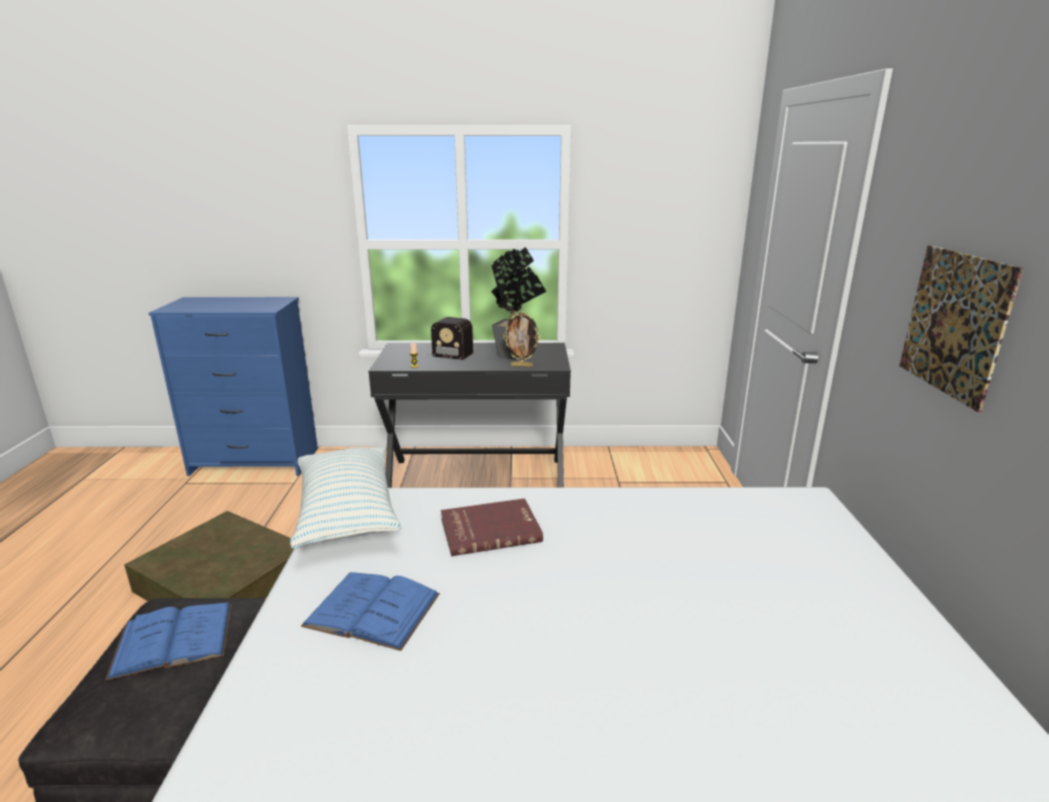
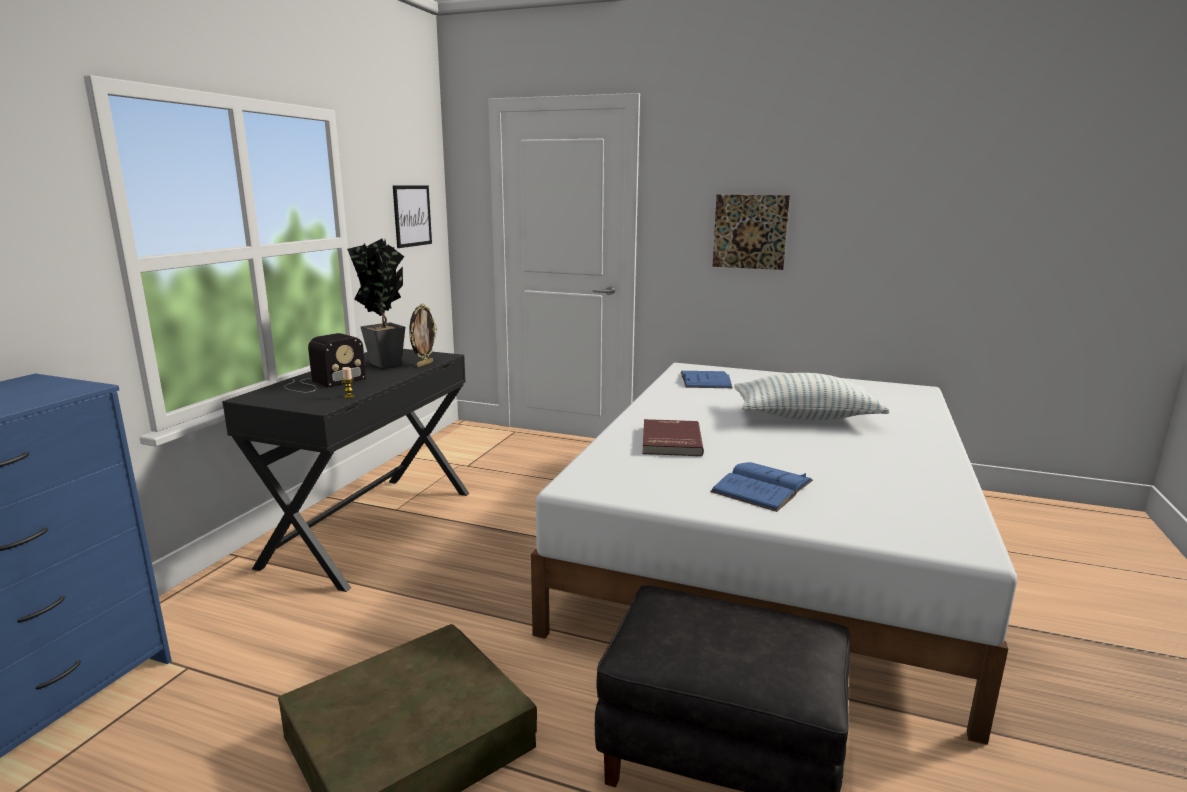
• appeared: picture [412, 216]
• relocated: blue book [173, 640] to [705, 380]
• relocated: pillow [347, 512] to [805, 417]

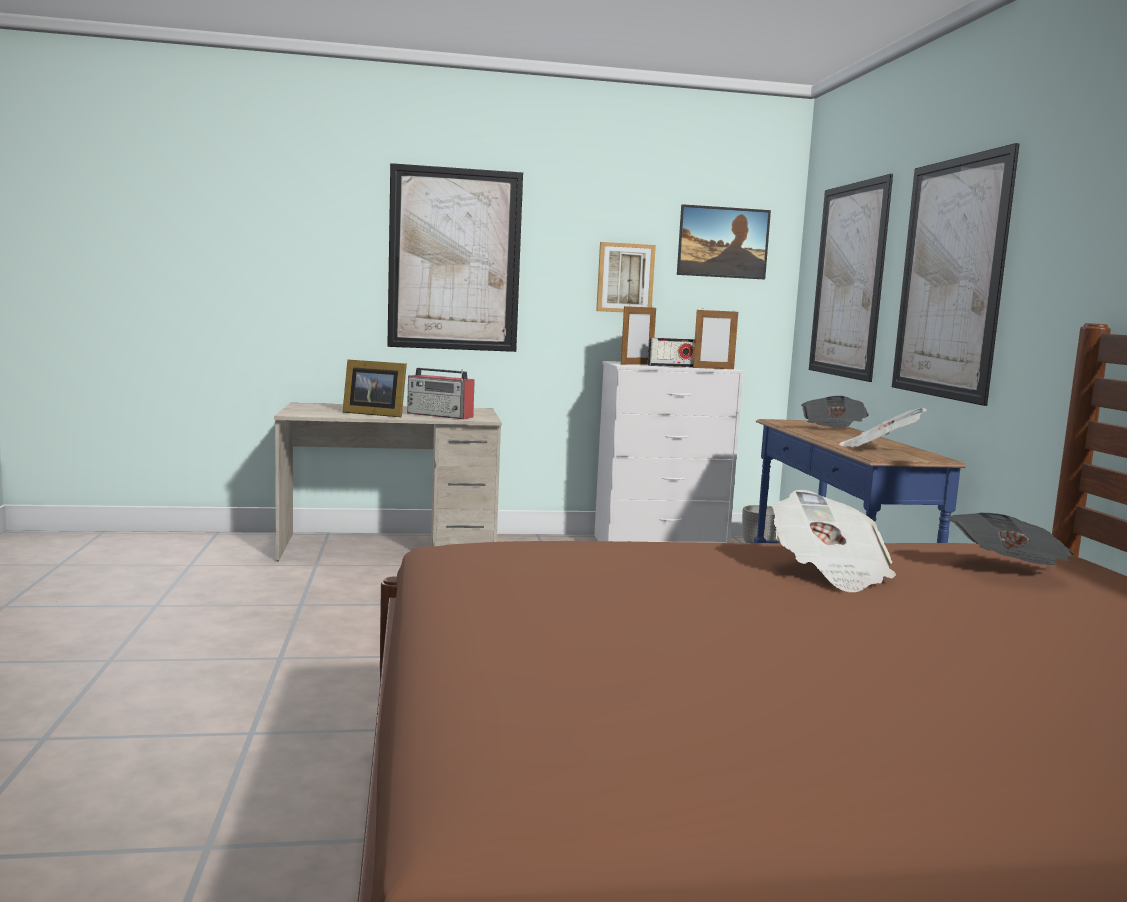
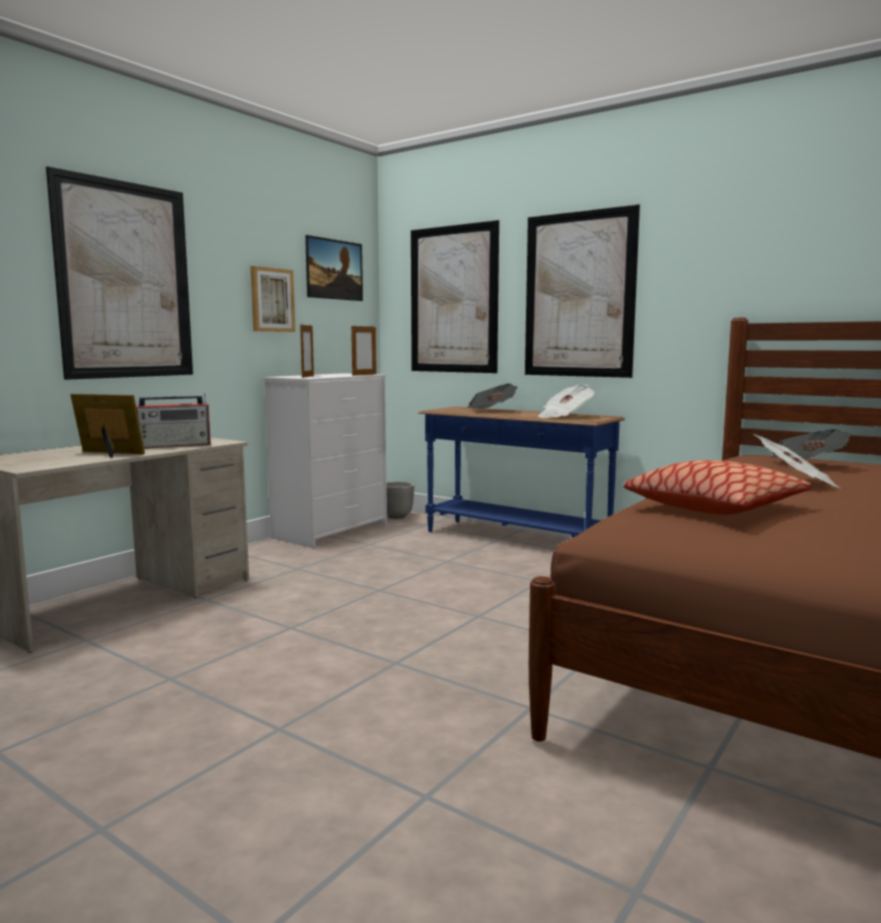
• missing: radio [671, 366]
• appeared: pillow [714, 507]
• spun: picture frame [373, 414] = [109, 454] 135 degrees counterclockwise

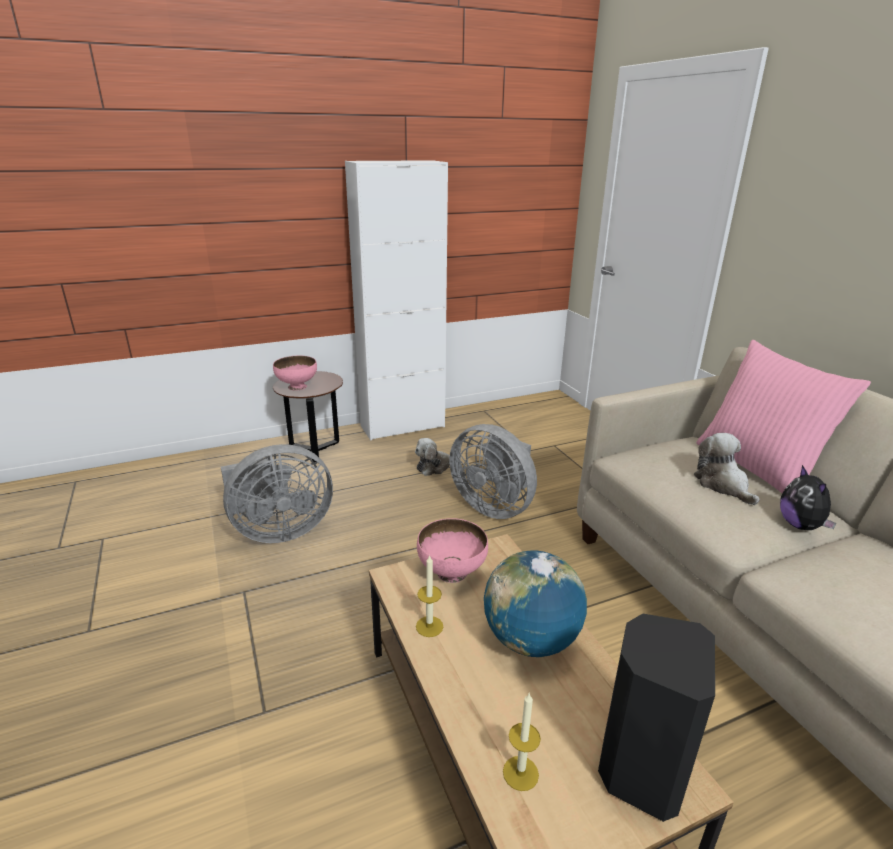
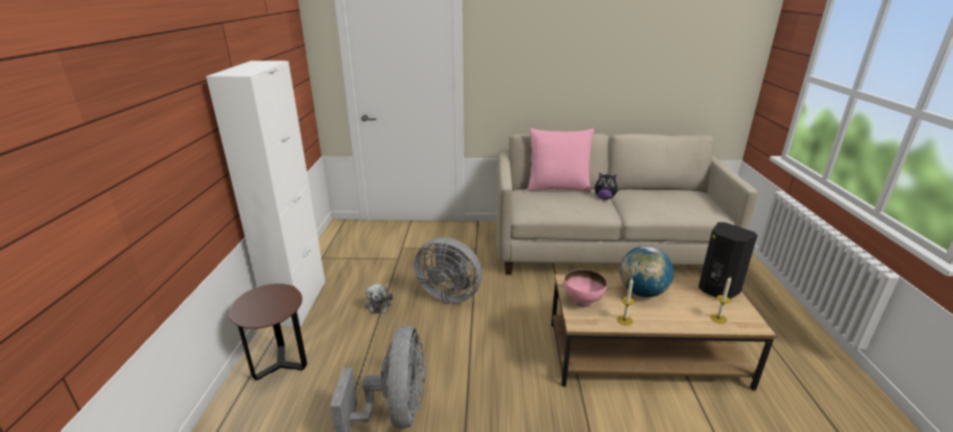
• missing: pink bowl [297, 386]
• missing: plush toy [723, 485]
• spun: grey fan [494, 506] = [449, 294] 45 degrees clockwise

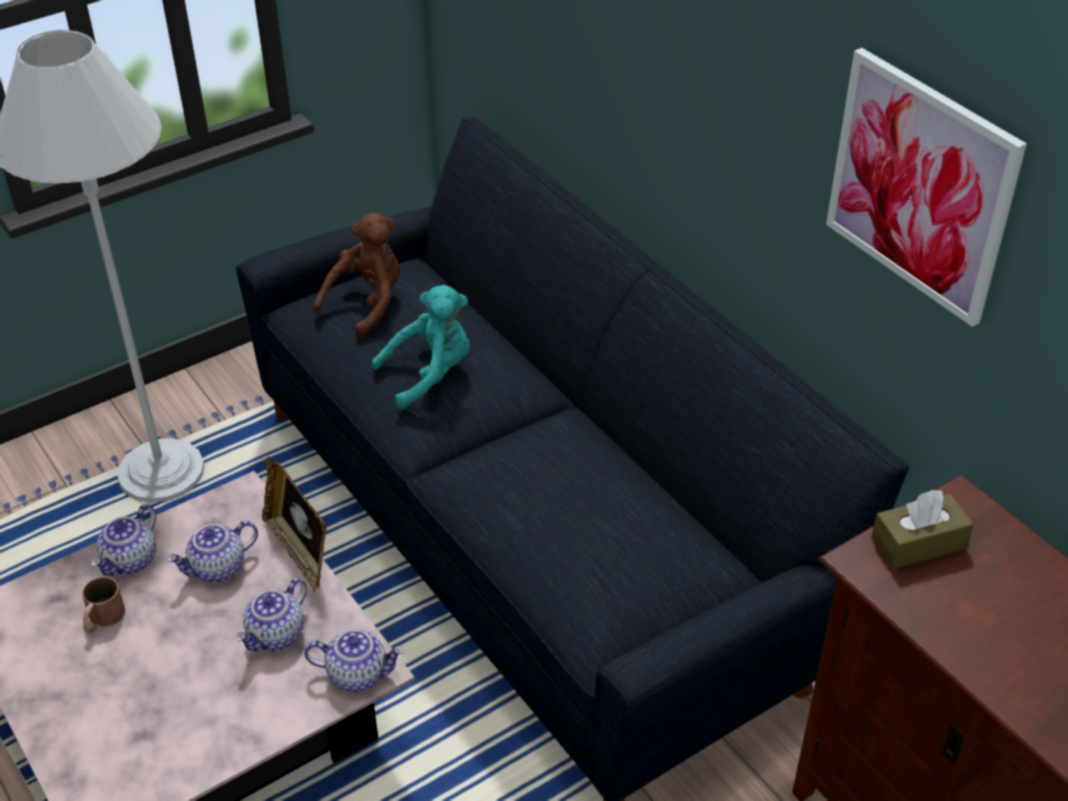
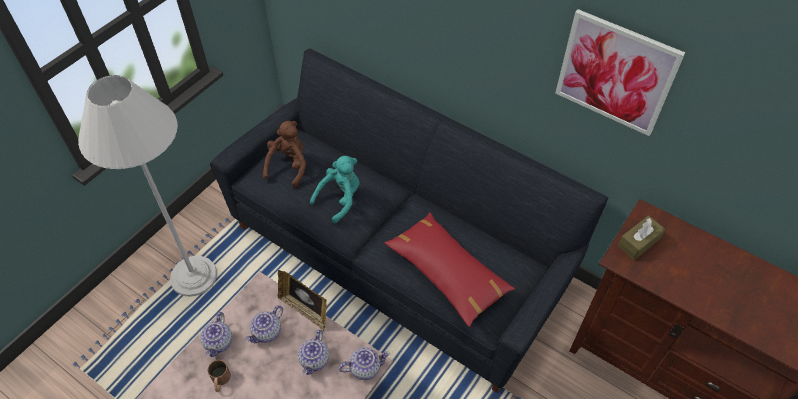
• appeared: red pillow [447, 273]

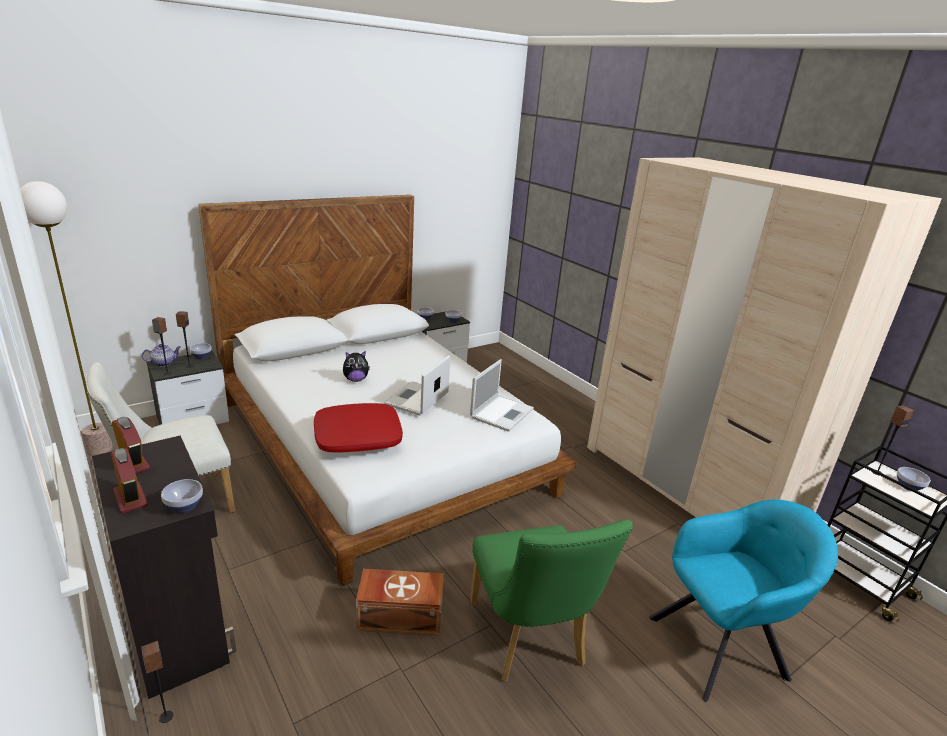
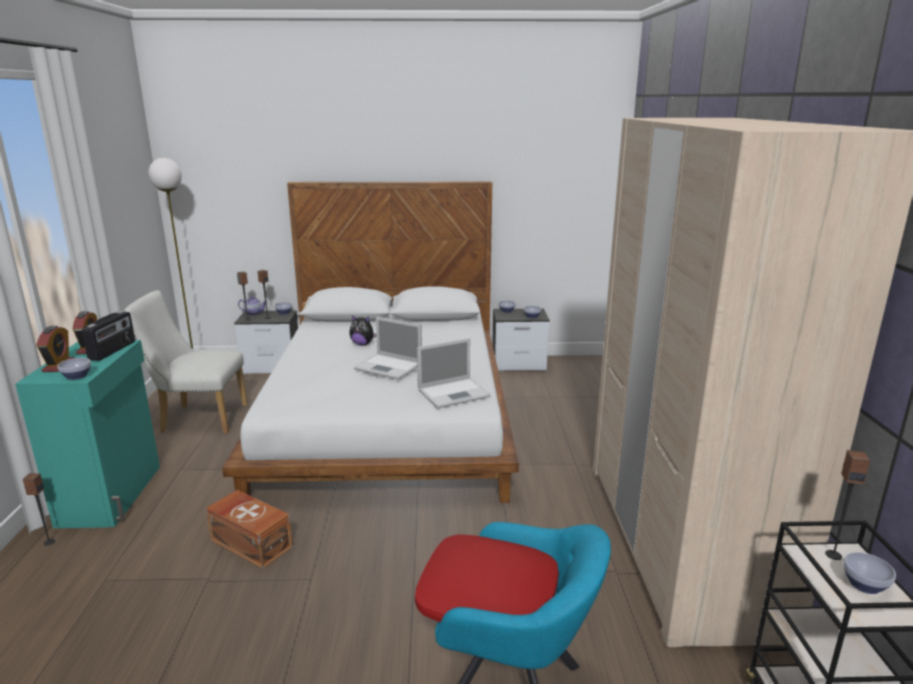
• missing: green chair [529, 640]
• appeared: radio [113, 351]
• relocated: red pillow [358, 437] to [488, 597]
• colour: black cabinet [178, 628] to turquoise cabinet [113, 494]
• spun: laptop [416, 399] = [389, 367] 120 degrees counterclockwise

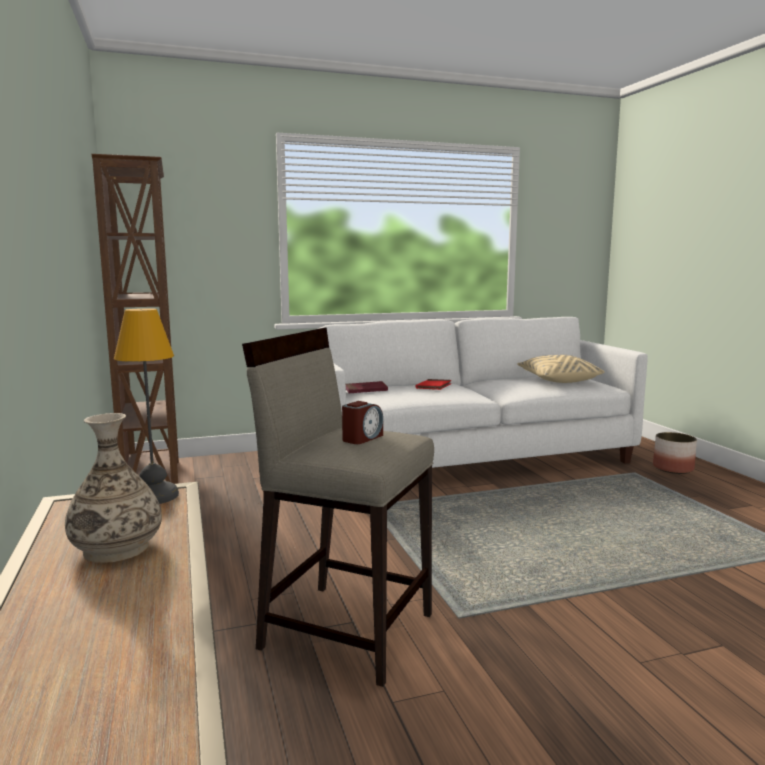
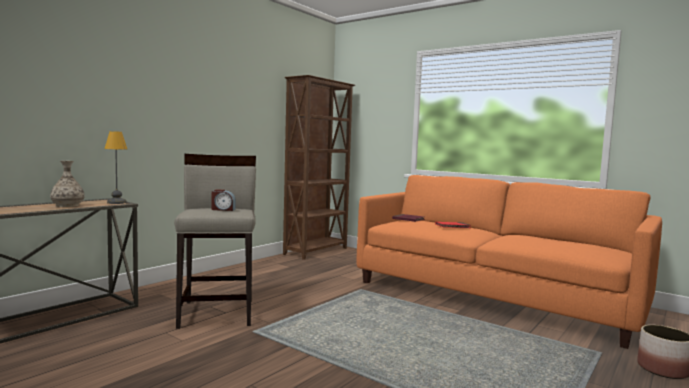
• missing: beige pillow [558, 380]
• colour: white sofa [468, 458] to orange sofa [492, 296]

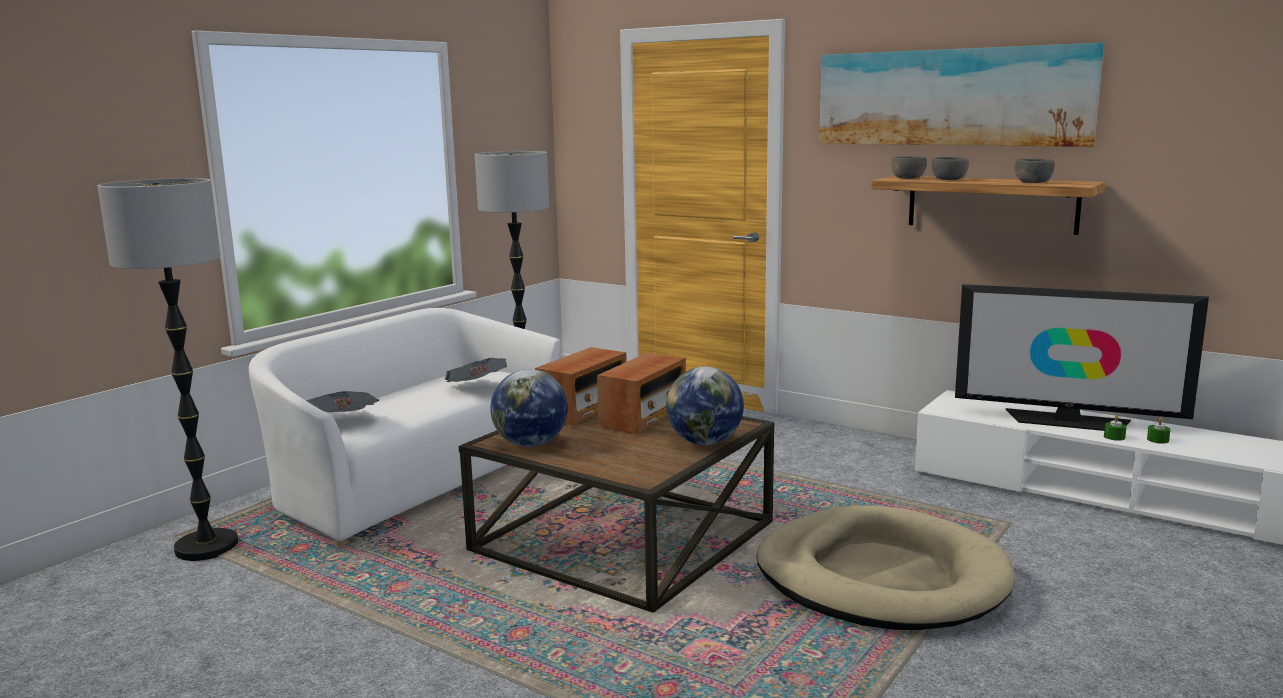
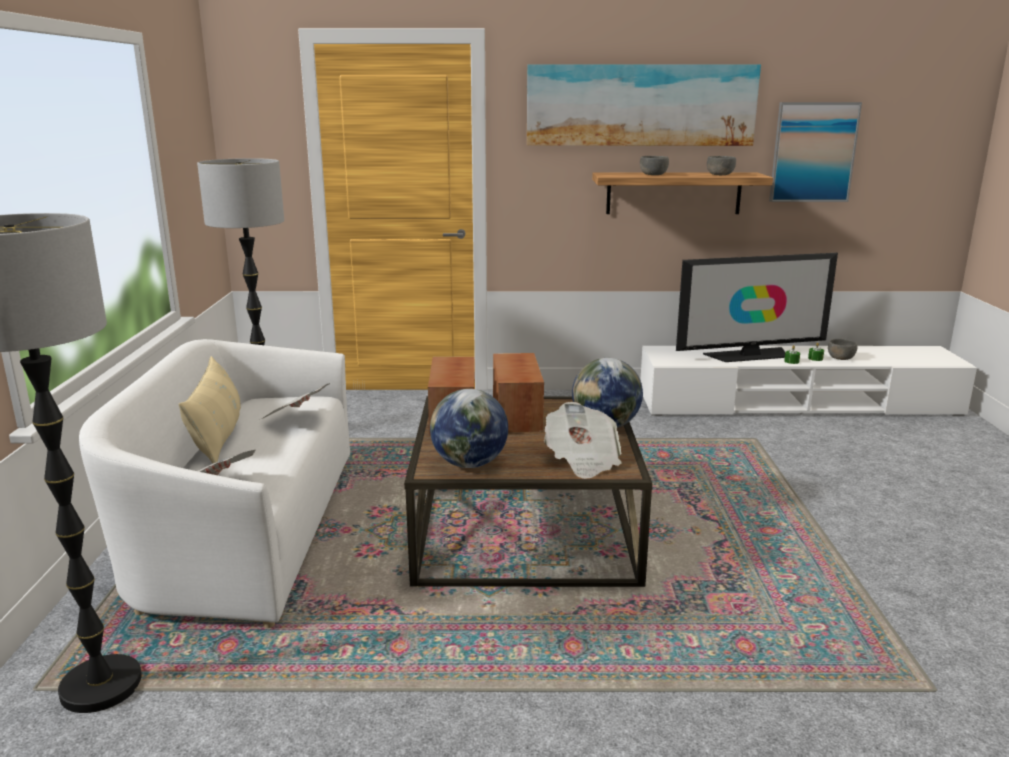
• missing: beige dog bed [881, 577]
• appeared: beige pillow [218, 436]
• appeared: newspaper [582, 460]
• appeared: picture [813, 152]
• relocated: grey bowl [907, 178] to [840, 358]

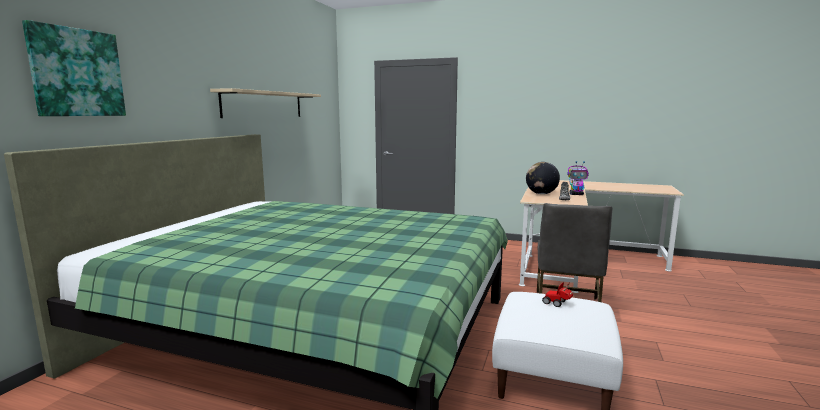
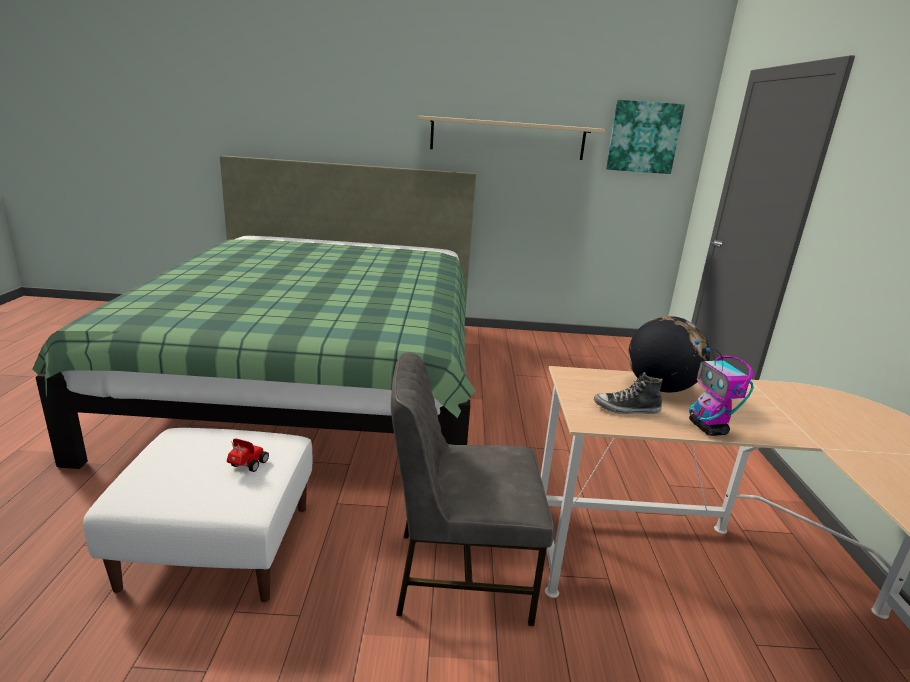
• relocated: picture [77, 73] to [643, 137]

